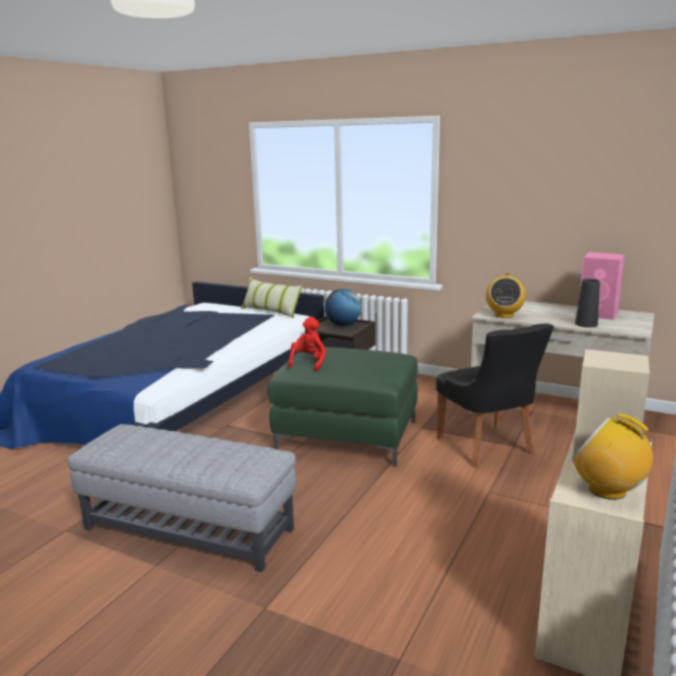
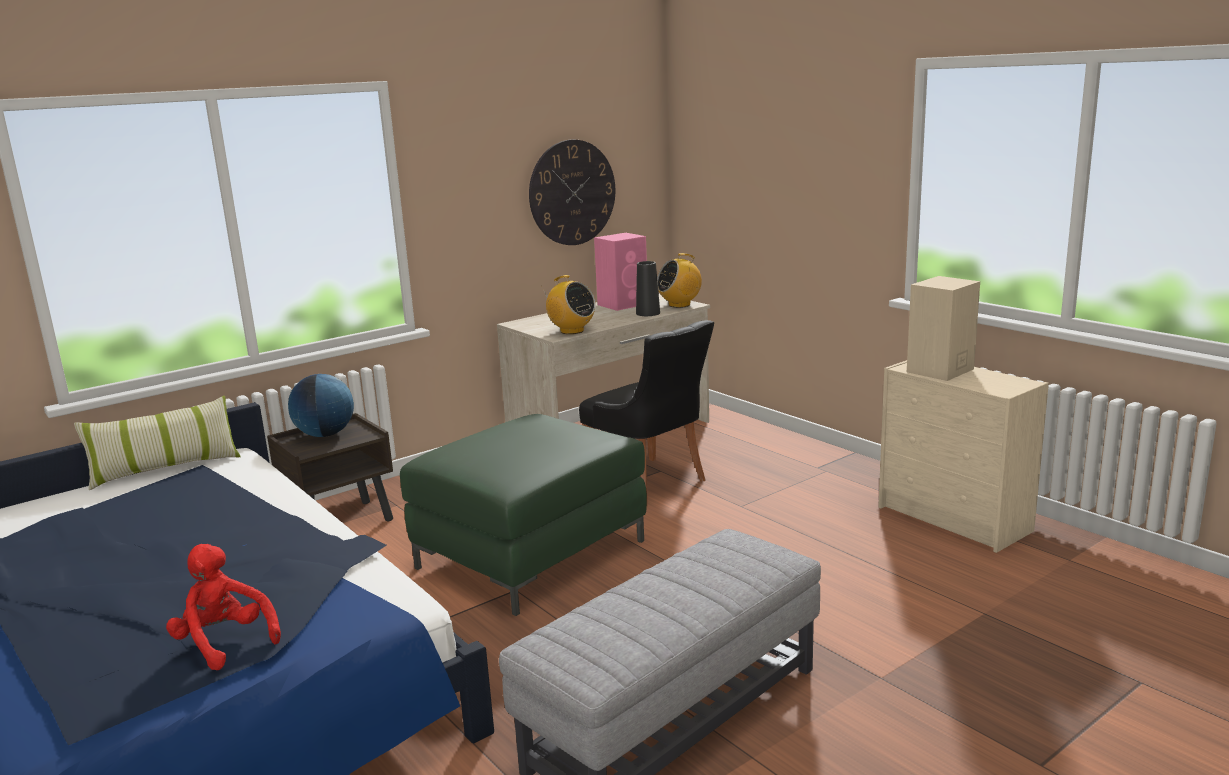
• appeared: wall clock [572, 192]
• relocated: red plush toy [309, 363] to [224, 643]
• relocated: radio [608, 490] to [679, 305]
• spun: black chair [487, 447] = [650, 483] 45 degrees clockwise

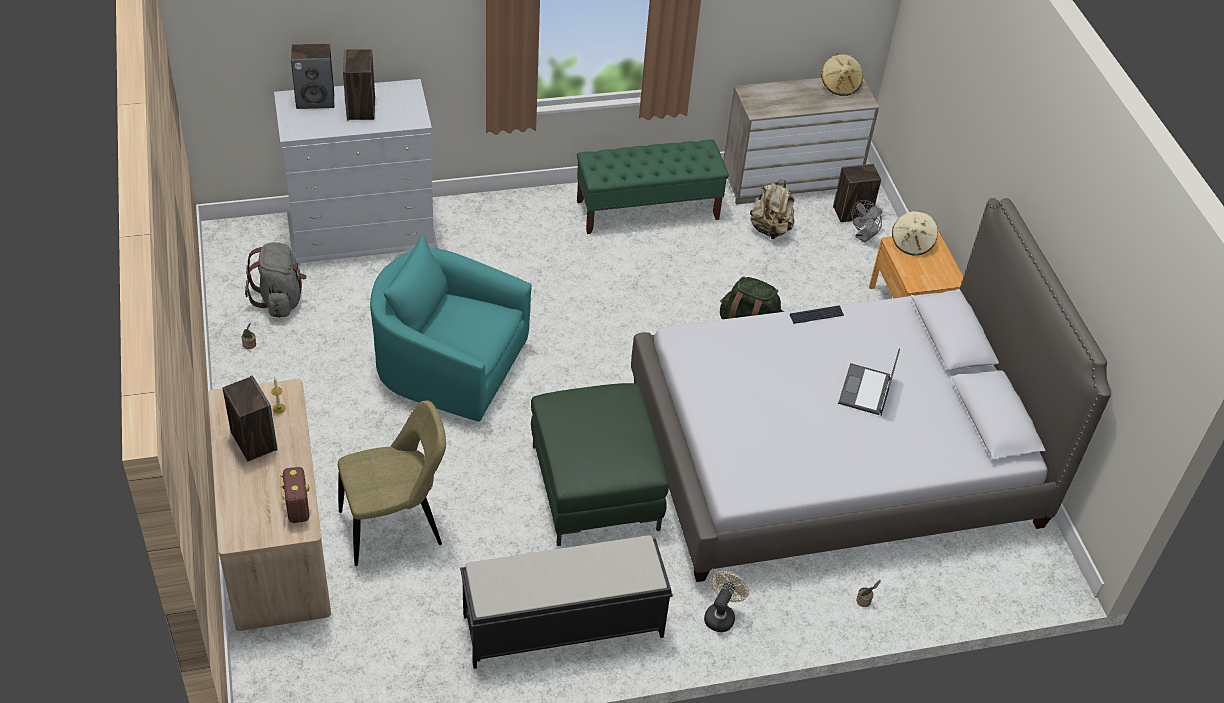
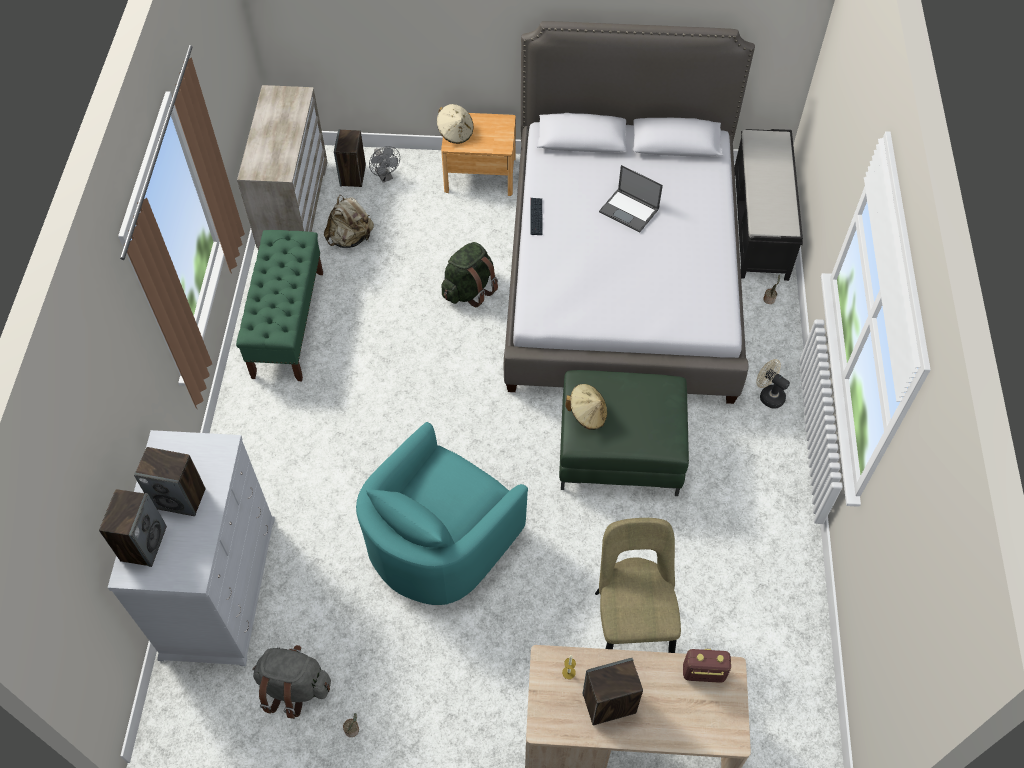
• relocated: black bench [561, 625] to [760, 225]
• relocated: beige hat [840, 85] to [587, 414]

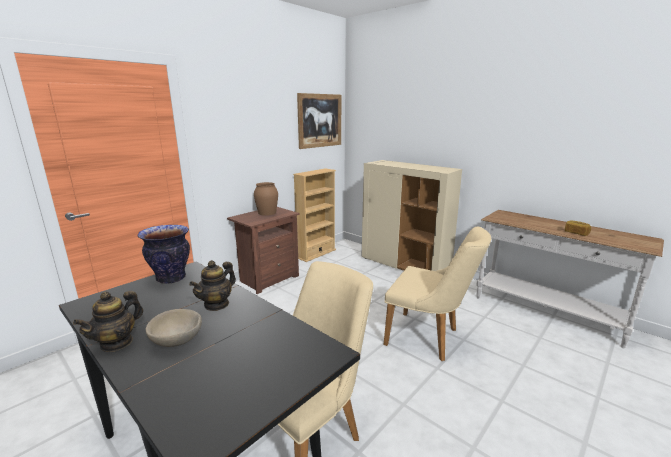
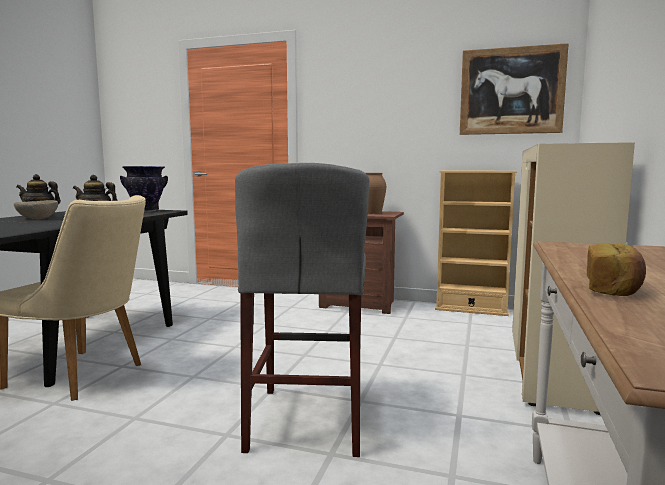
• exchanged: beige chair [429, 338] to grey stool [308, 419]

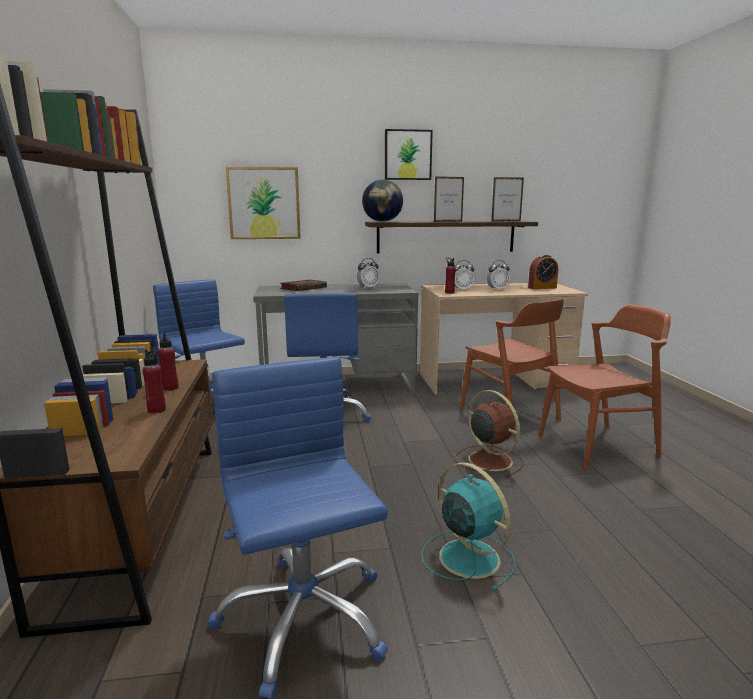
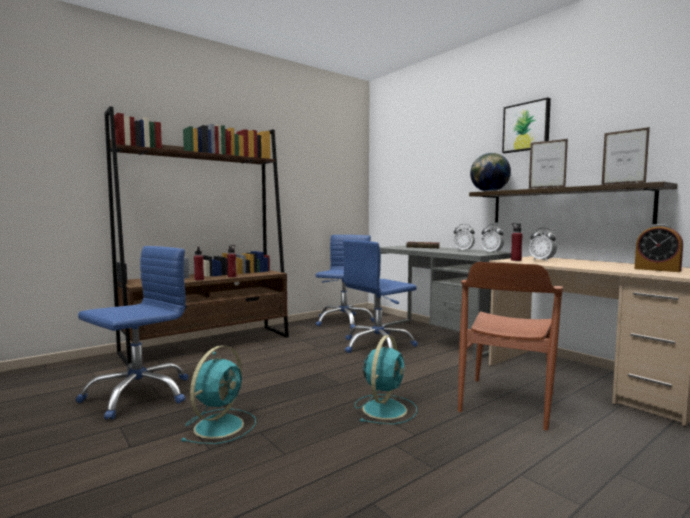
• missing: picture [264, 203]
• missing: brown chair [598, 446]
• relocated: alarm clock [497, 290] to [492, 253]
• colour: brown fan [488, 460] to turquoise fan [385, 408]

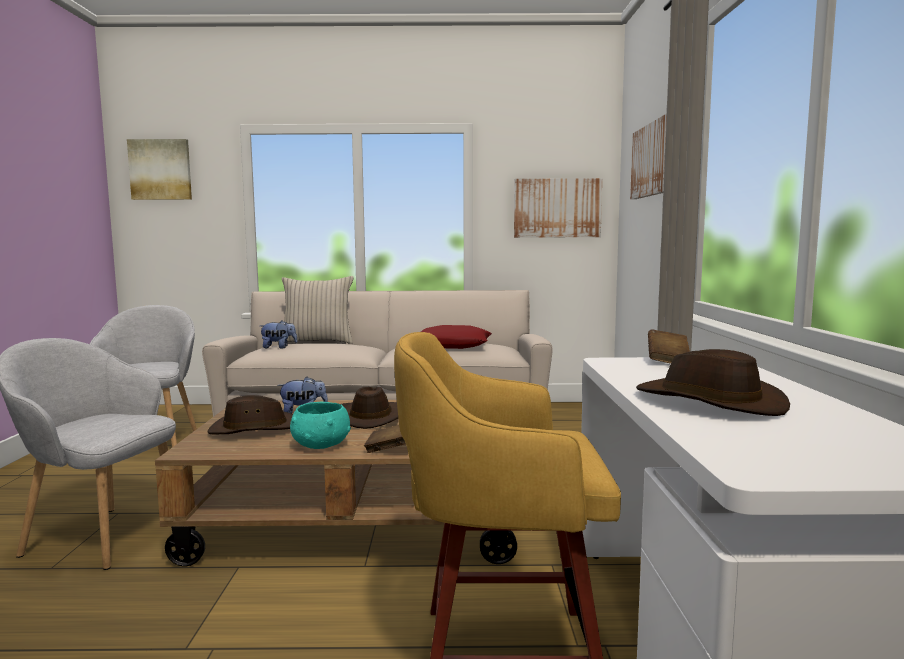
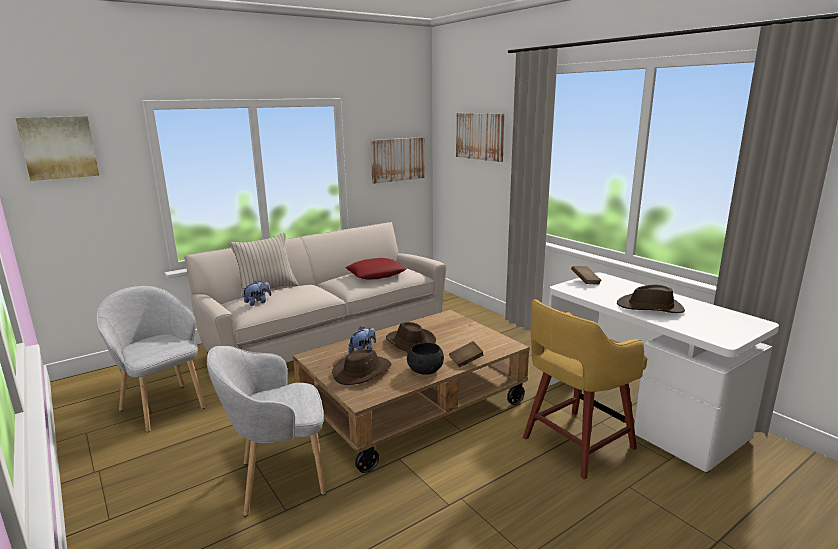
• colour: turquoise bowl [320, 445] to black bowl [425, 370]

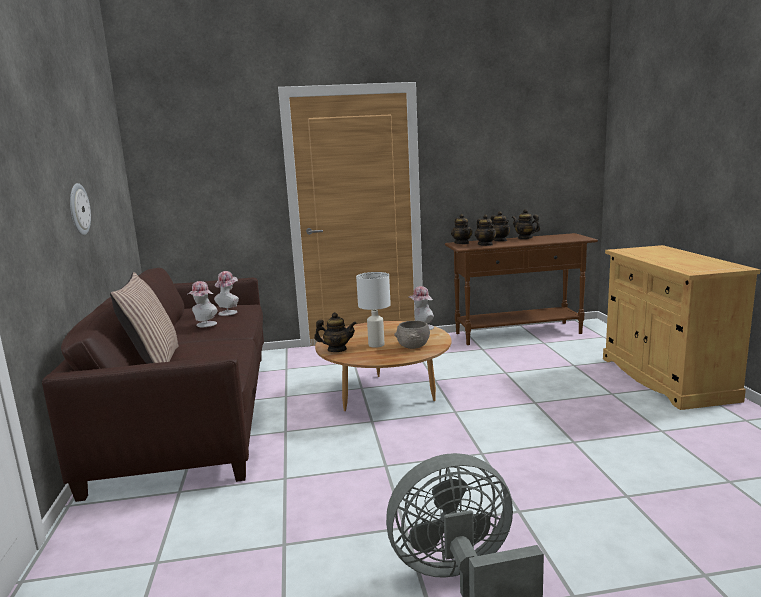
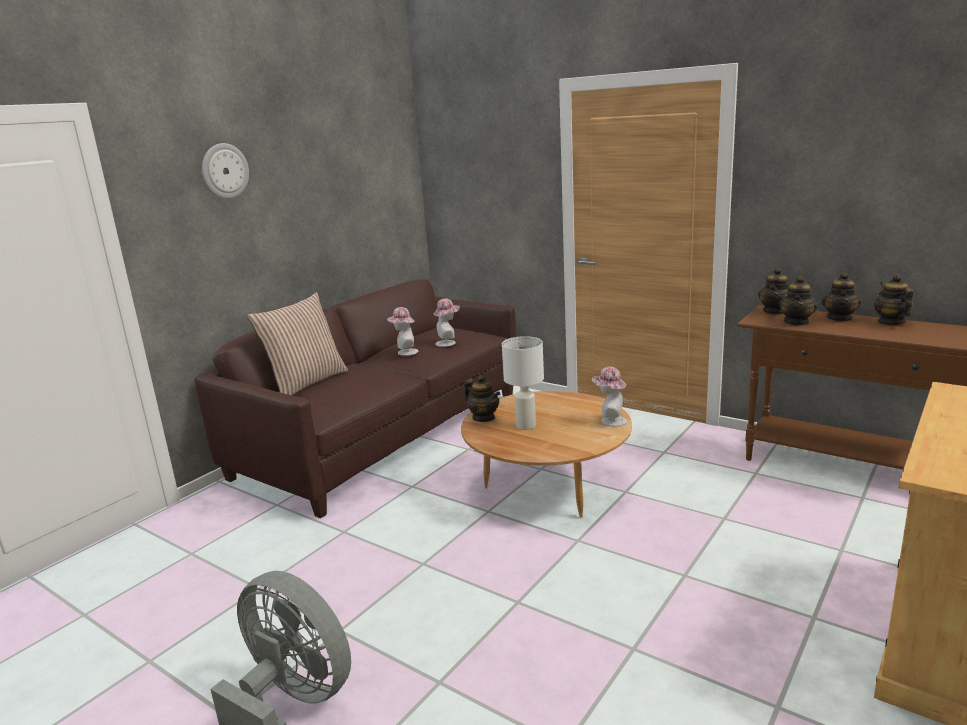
• missing: grey bowl [413, 346]
• relocated: wall clock [78, 209] to [224, 171]

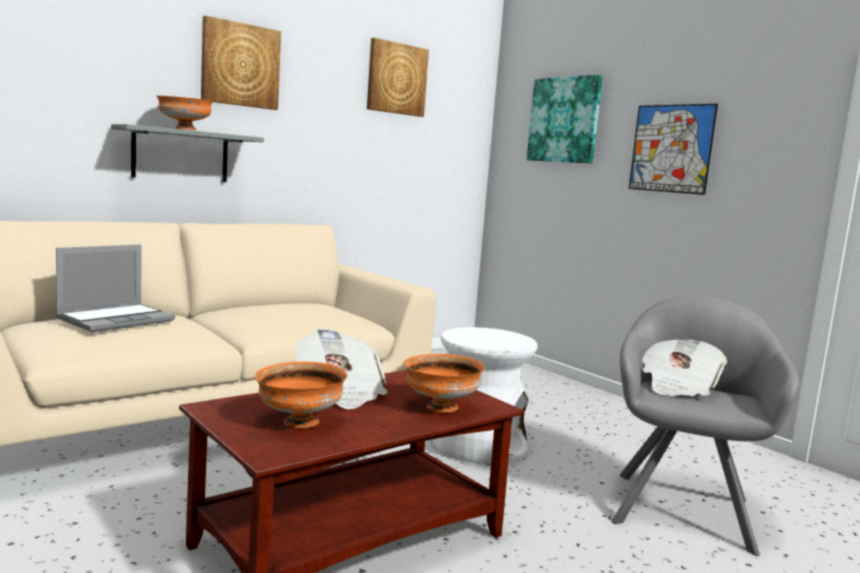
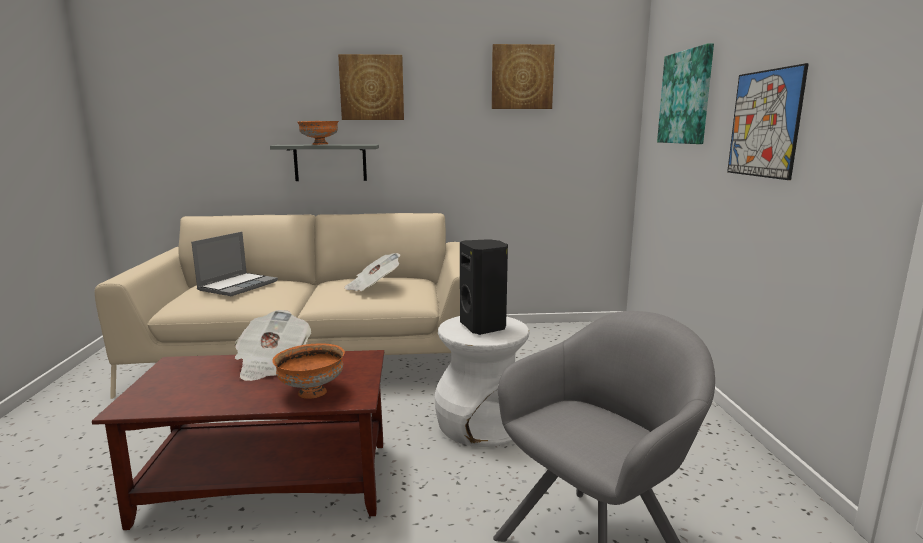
• missing: orange bowl [299, 423]
• appeared: black speaker [484, 327]
• relocated: newspaper [677, 386] to [373, 287]
• spun: laptop [117, 320] = [238, 285] 45 degrees counterclockwise

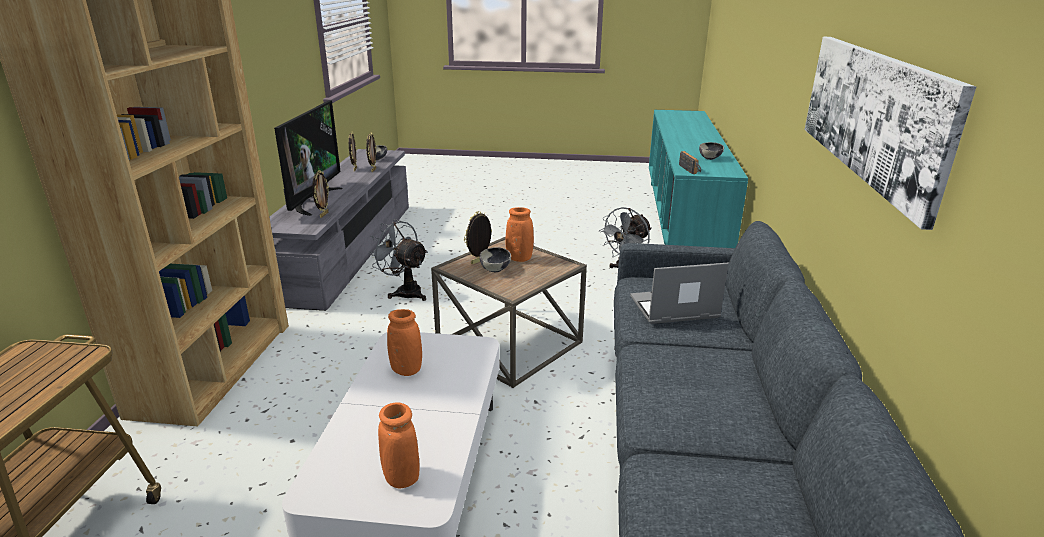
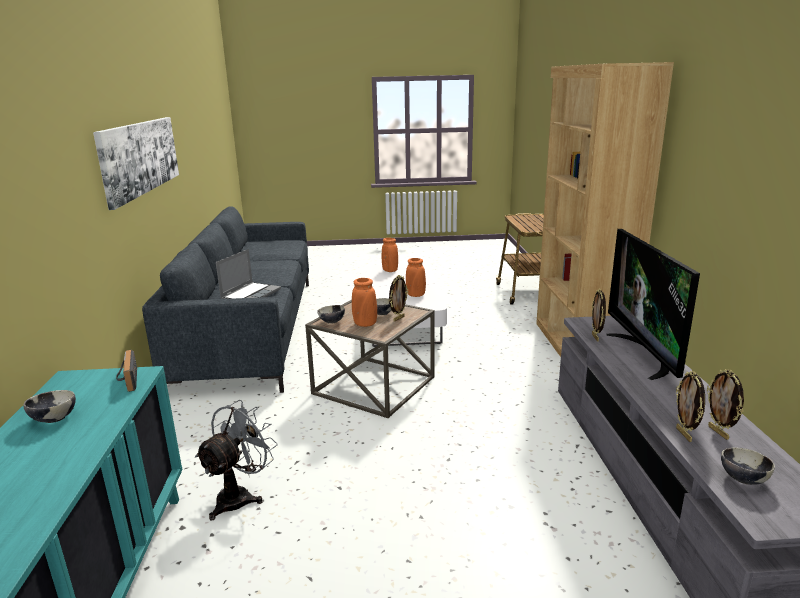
• missing: grey fan [404, 292]
• appeared: bowl [332, 322]
• spun: laptop [673, 309] = [251, 294] 45 degrees counterclockwise

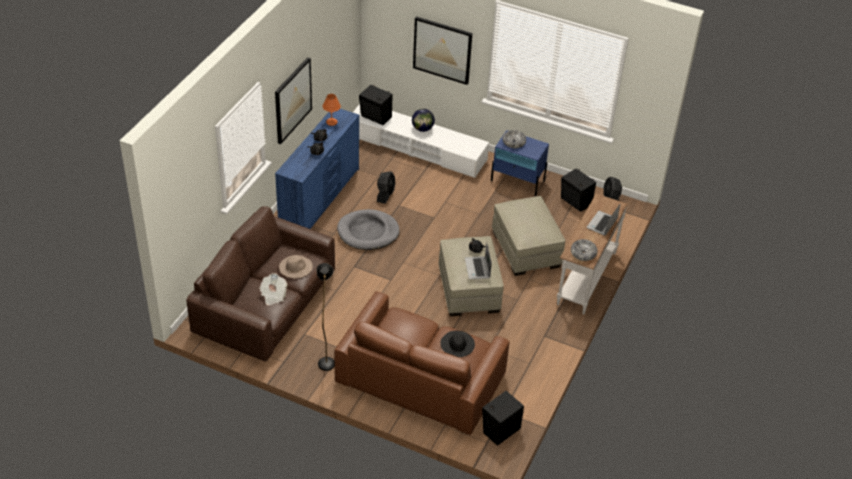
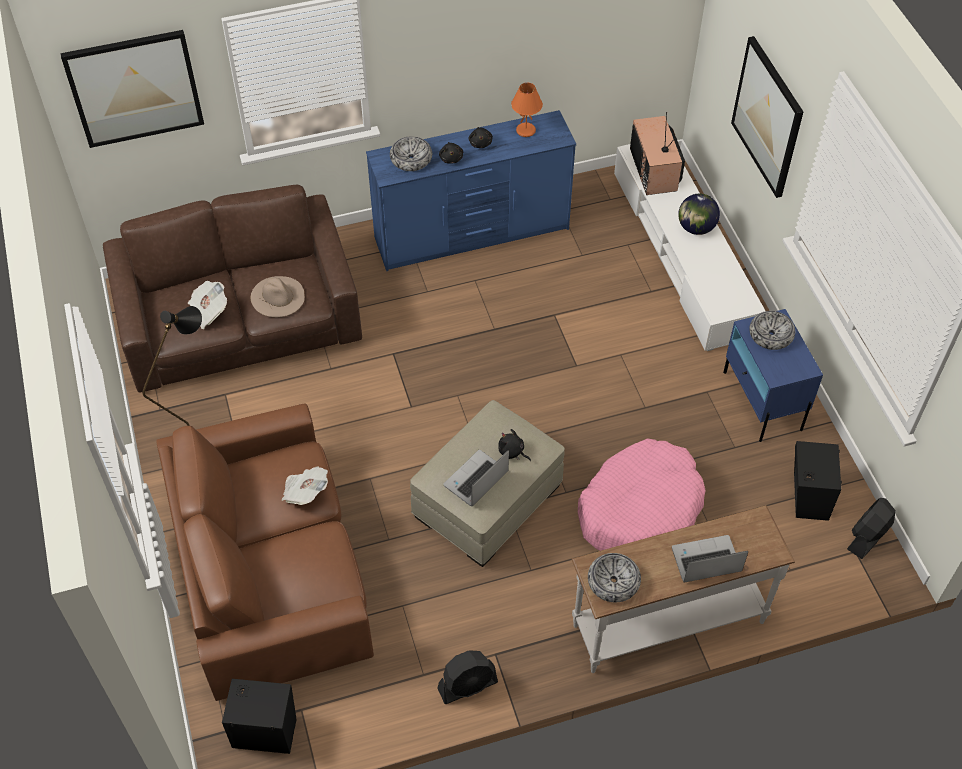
• missing: grey dog bed [368, 232]
• missing: black hat [457, 344]
• appeared: newspaper [305, 492]
• appeared: bowl [411, 158]
• relocated: picture [292, 100] to [134, 88]
• relocated: black fan [385, 194] to [468, 685]
• exchanged: black speaker [376, 117] to television [655, 170]
• exchanged: beige ottoman [526, 249] to pink dog bed [640, 509]

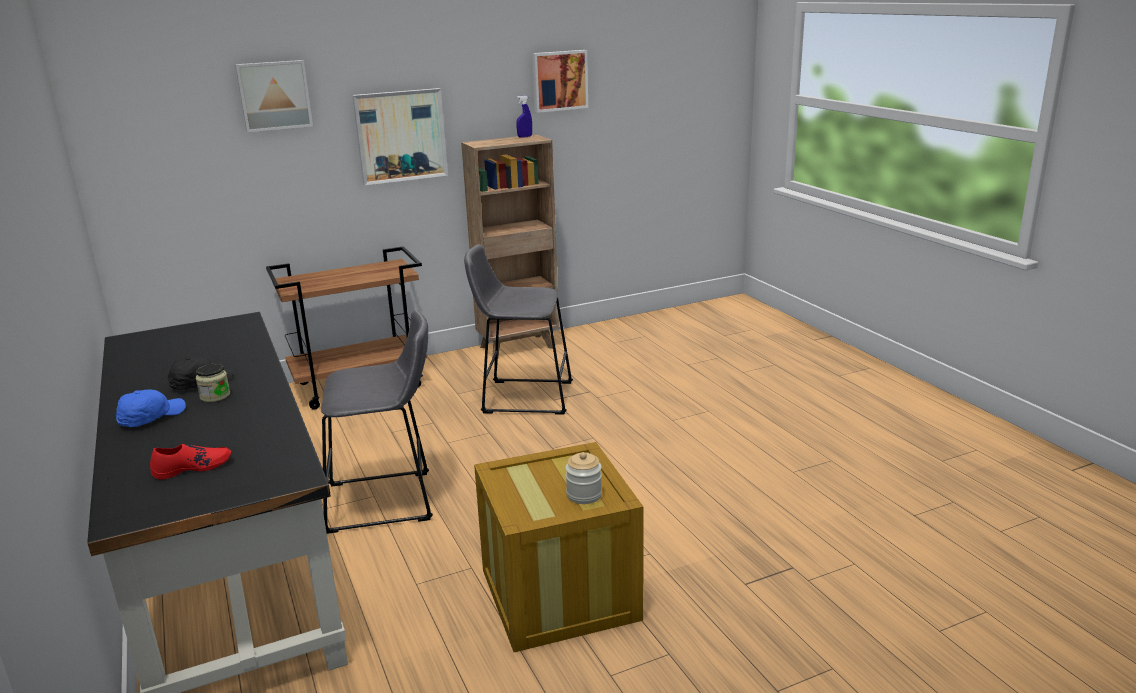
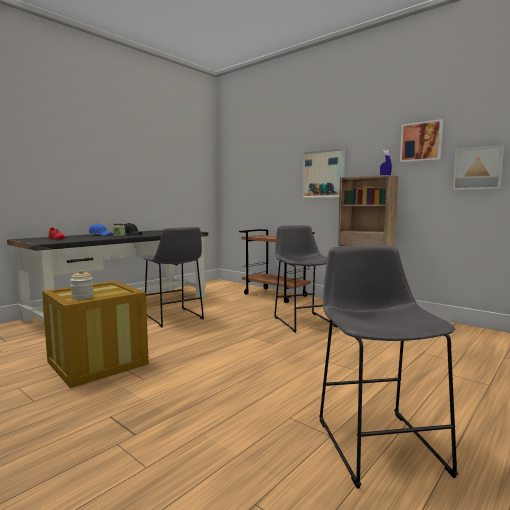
• appeared: grey stool [377, 441]
• relocated: picture [274, 95] to [478, 168]

